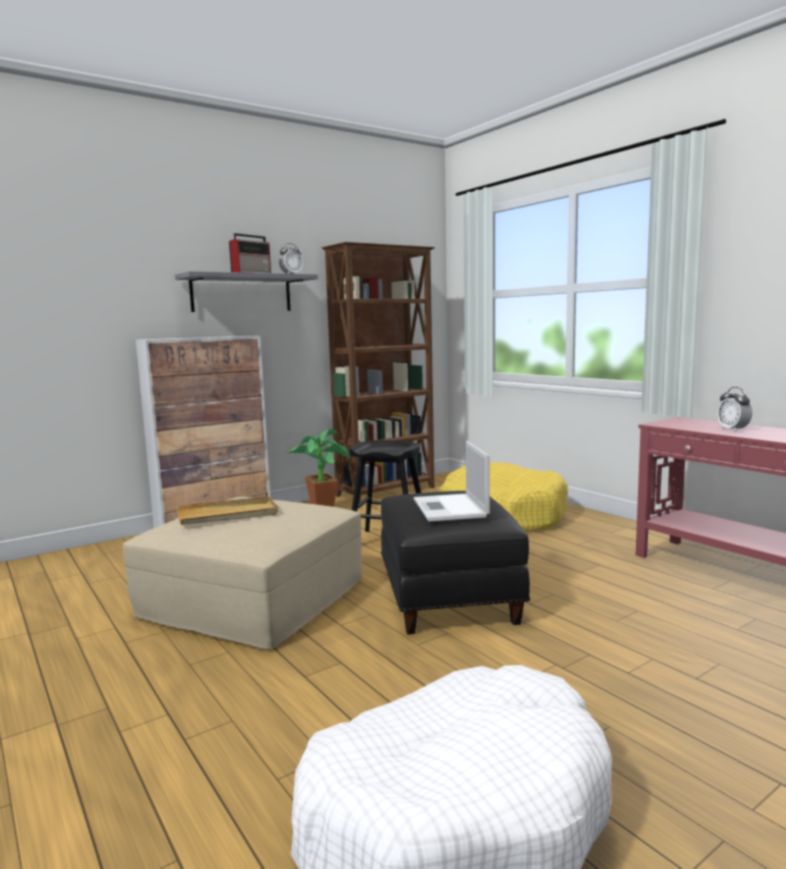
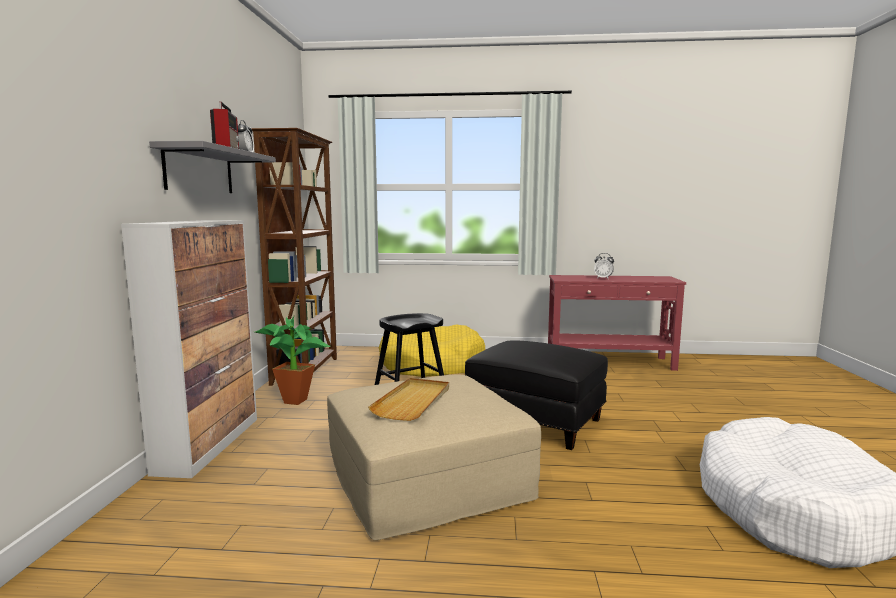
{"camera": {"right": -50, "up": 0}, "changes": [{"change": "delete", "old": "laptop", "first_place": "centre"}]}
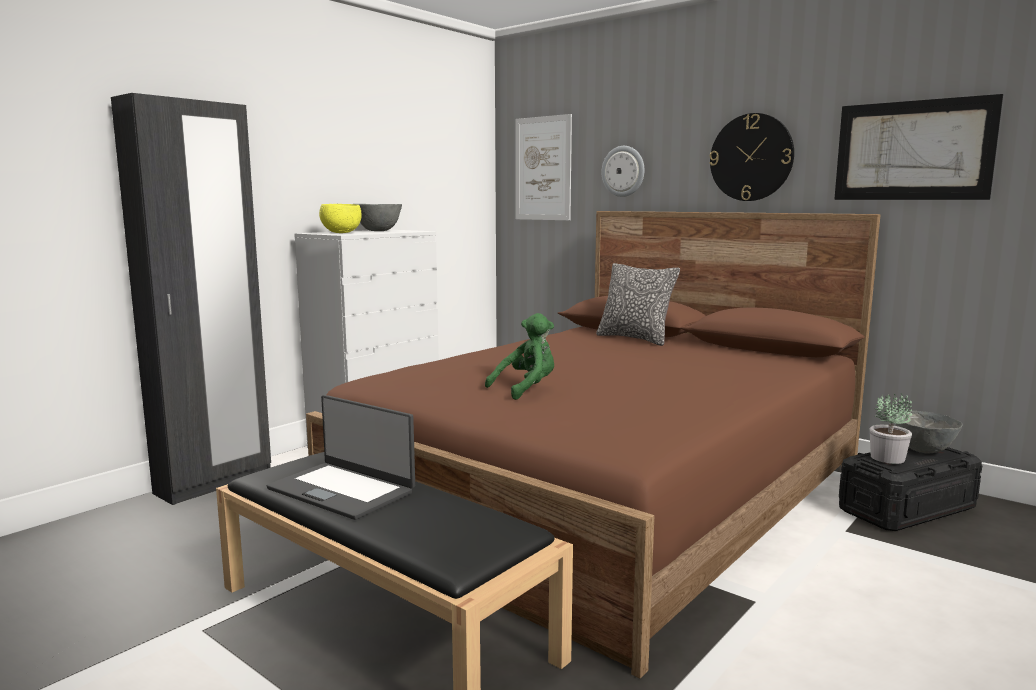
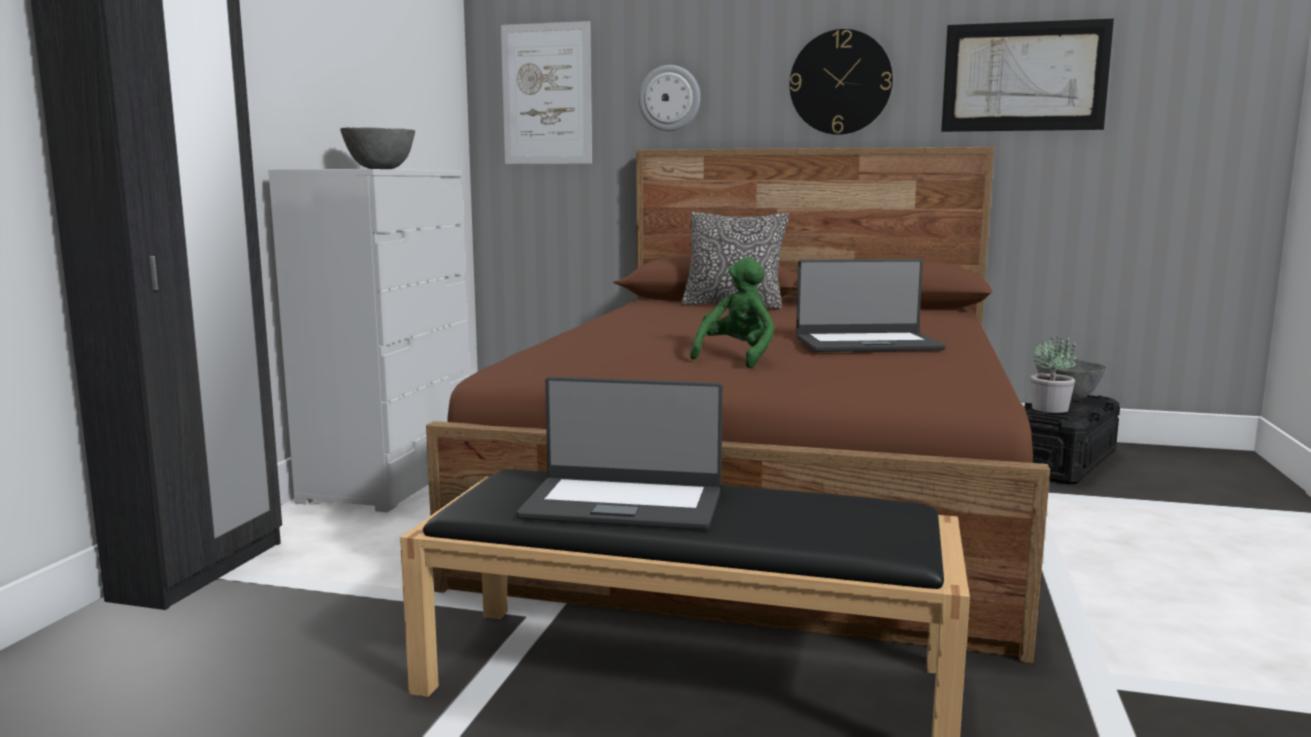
{"camera": {"right": -25, "up": 0}, "changes": [{"change": "delete", "old": "bowl in yellow", "first_place": "top left"}, {"change": "insert", "new": "laptop (2nd from left)", "second_place": "centre"}]}
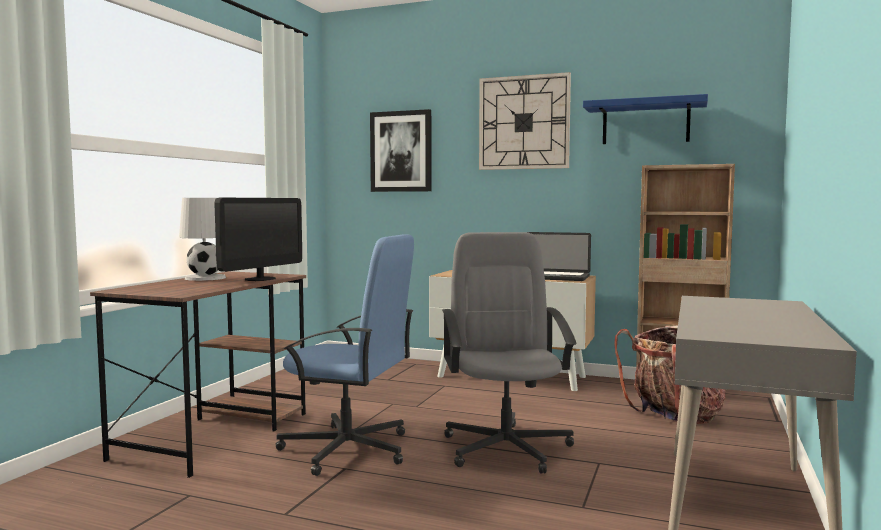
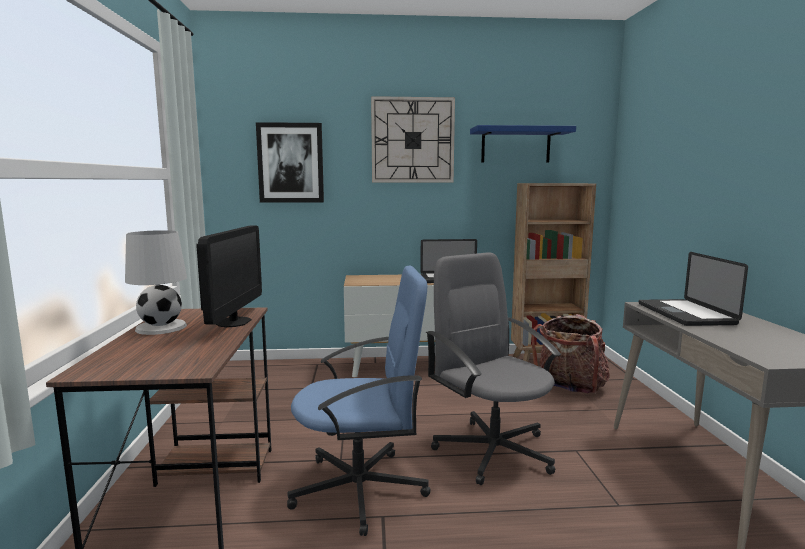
{"camera": {"right": -25, "up": 5}, "changes": [{"change": "insert", "new": "laptop (2nd from left)", "second_place": "middle right"}]}
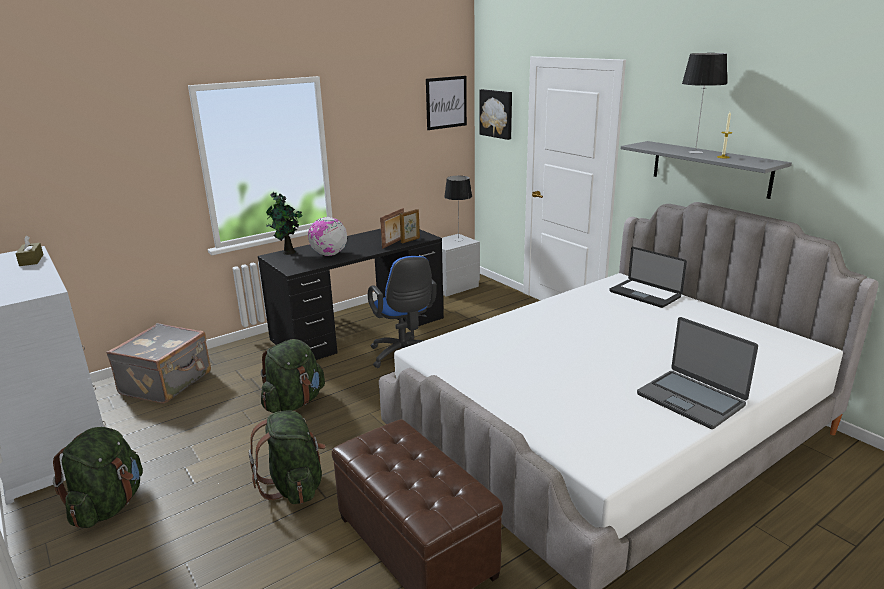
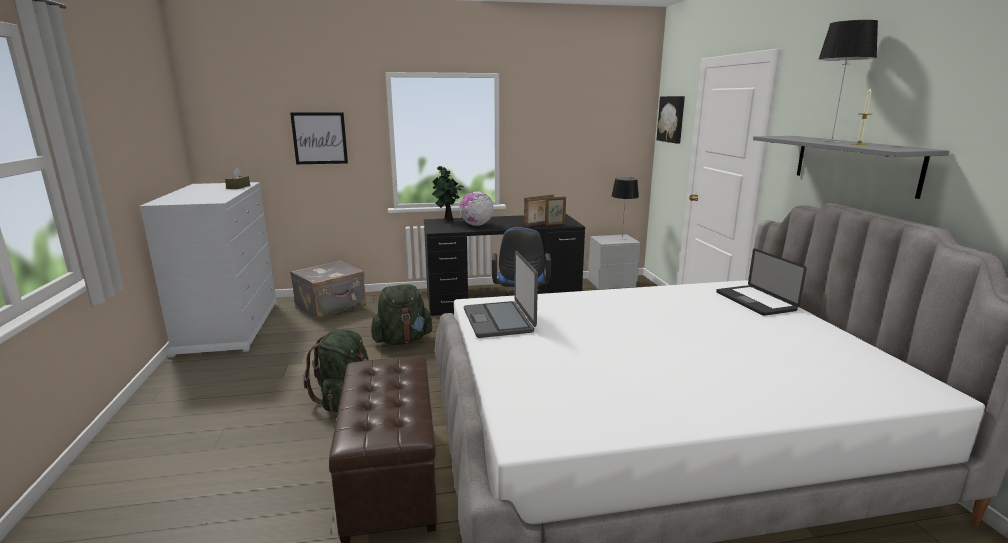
{"camera": {"right": 25, "up": -5}, "changes": [{"change": "delete", "old": "backpack in green (1st from left)", "first_place": "bottom left"}, {"change": "move", "old": "picture (1st from left)", "first_place": "top centre", "second_place": "top left"}, {"change": "move", "old": "laptop (2nd from left in the first image)", "new": "laptop (1st from left)", "first_place": "middle right", "second_place": "centre"}]}
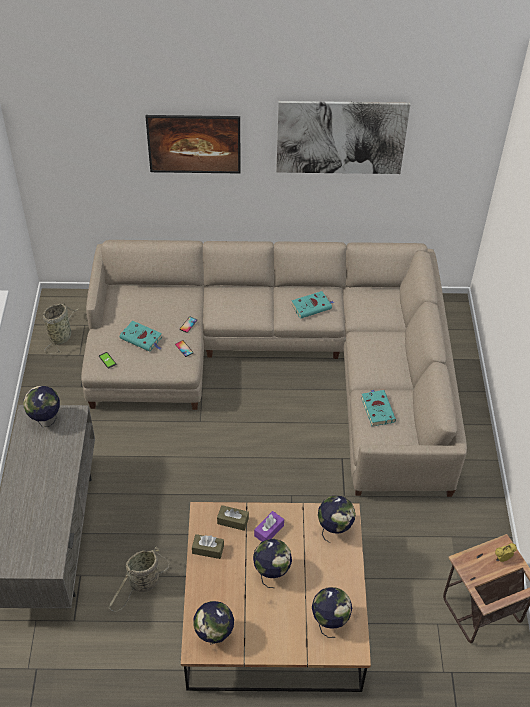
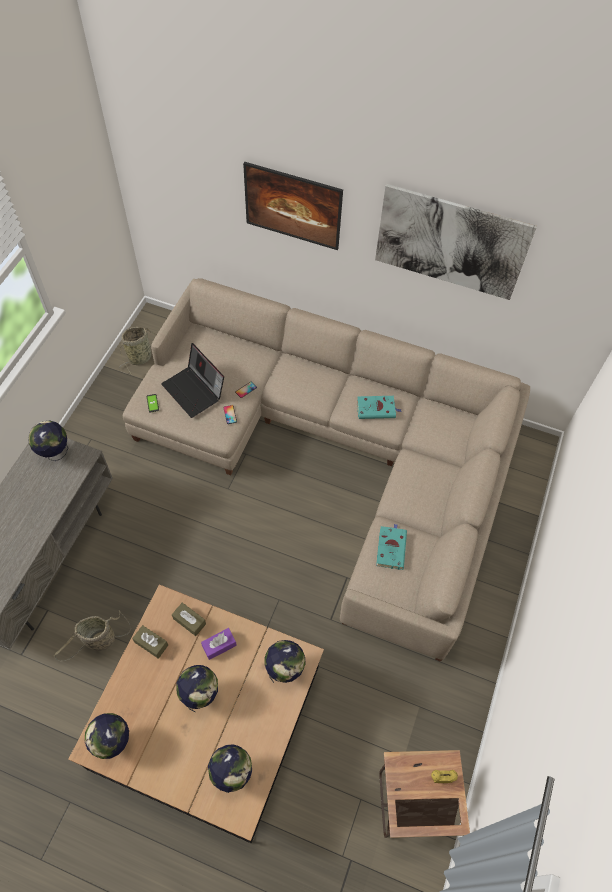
{"camera": {"right": 20, "up": 10}, "changes": [{"change": "replace", "old": "book in turquoise (1st from left)", "new": "laptop", "first_place": "middle left", "second_place": "middle left"}]}
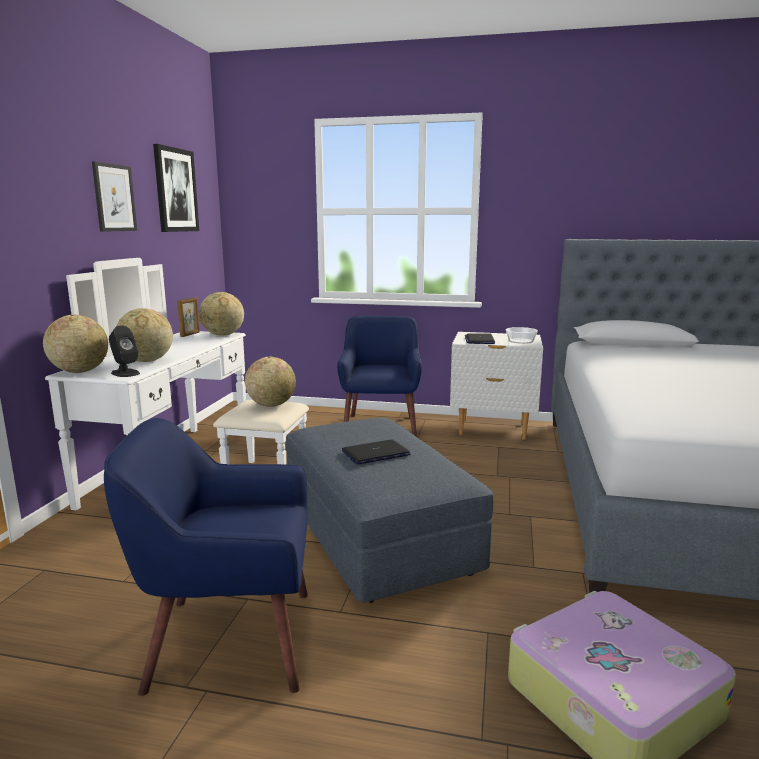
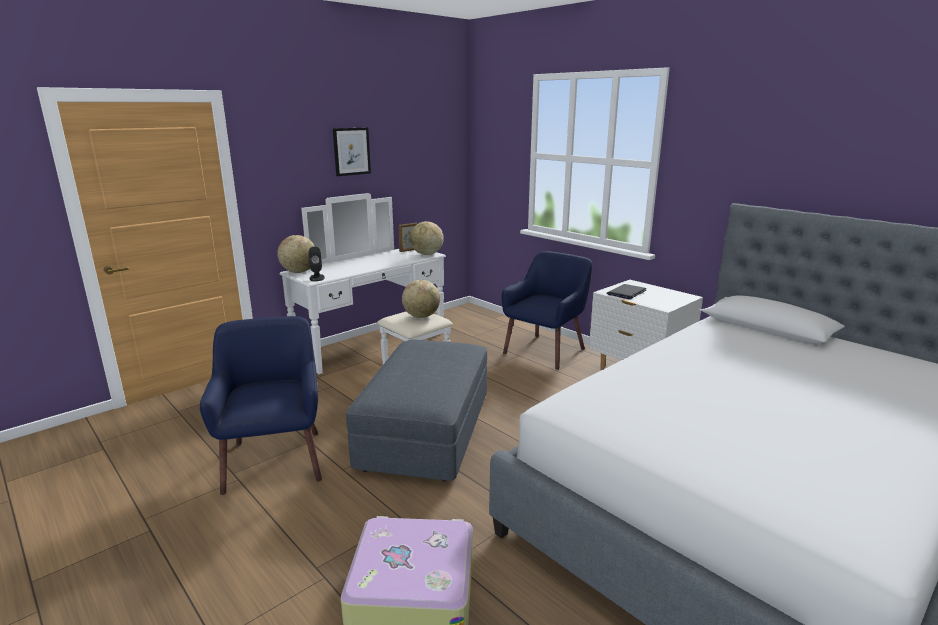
{"camera": {"right": 35, "up": 5}, "changes": [{"change": "rotate", "old": "armchair in blue (1st from left)", "first_place": "bottom left", "second_place": "middle left", "degrees": 45}, {"change": "delete", "old": "globe (2nd from left)", "first_place": "middle left"}, {"change": "delete", "old": "picture (2nd from left)", "first_place": "top left"}, {"change": "delete", "old": "laptop (1st from left)", "first_place": "centre"}, {"change": "delete", "old": "bowl", "first_place": "middle right"}]}
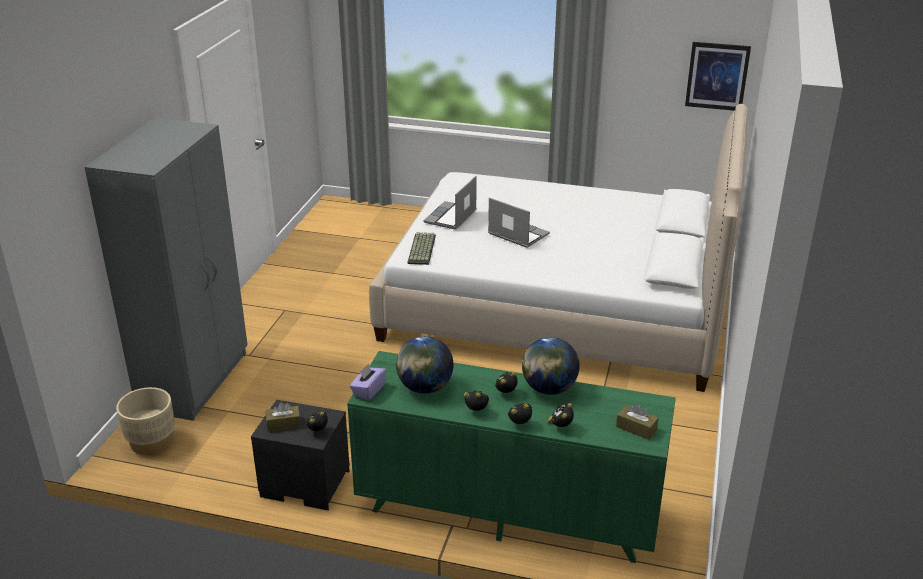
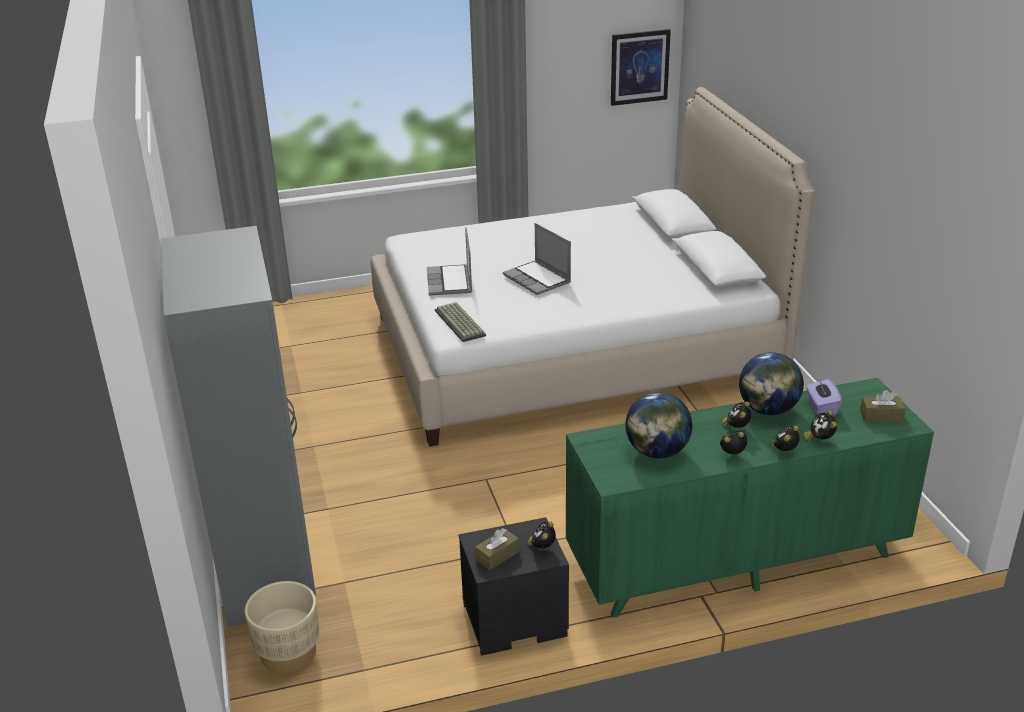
{"camera": {"right": -30, "up": 0}, "changes": [{"change": "move", "old": "tissue box in purple", "first_place": "centre", "second_place": "middle right"}, {"change": "rotate", "old": "laptop (2nd from left)", "first_place": "centre", "second_place": "centre", "degrees": -135}]}
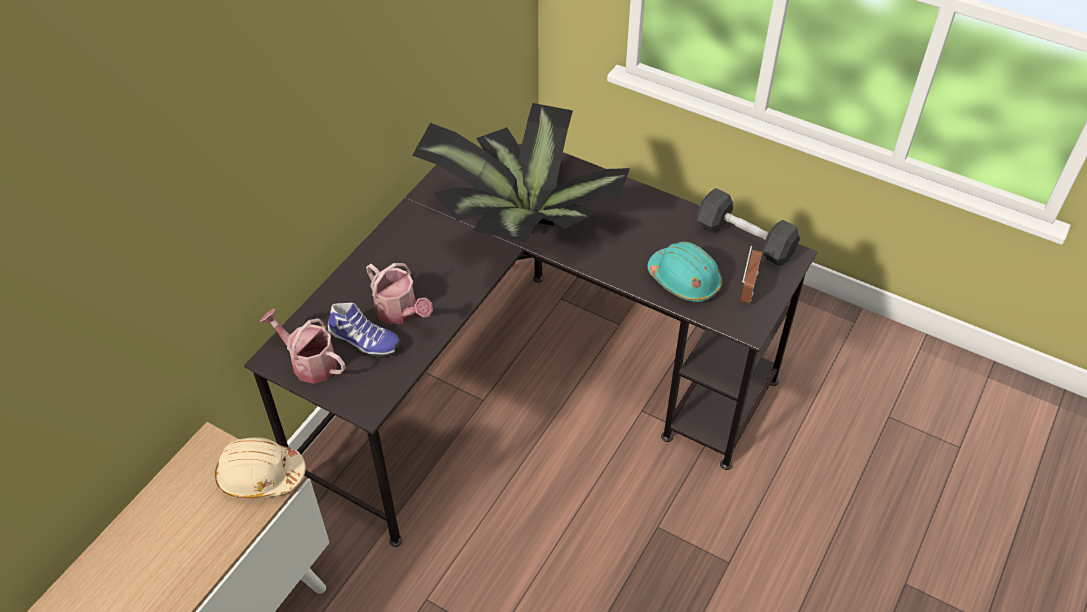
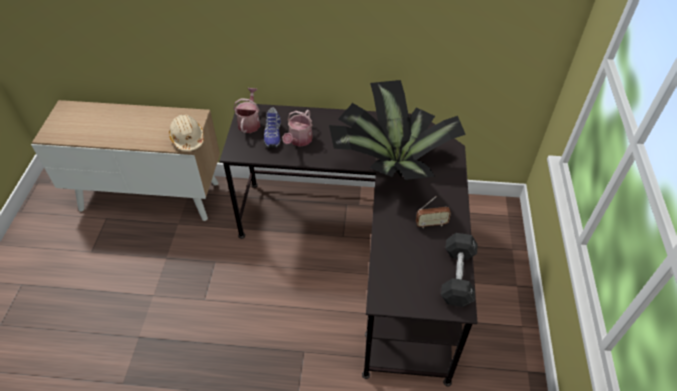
{"camera": {"right": 65, "up": 0}, "changes": [{"change": "delete", "old": "hard hat in turquoise", "first_place": "centre"}, {"change": "move", "old": "radio", "first_place": "middle right", "second_place": "centre"}]}
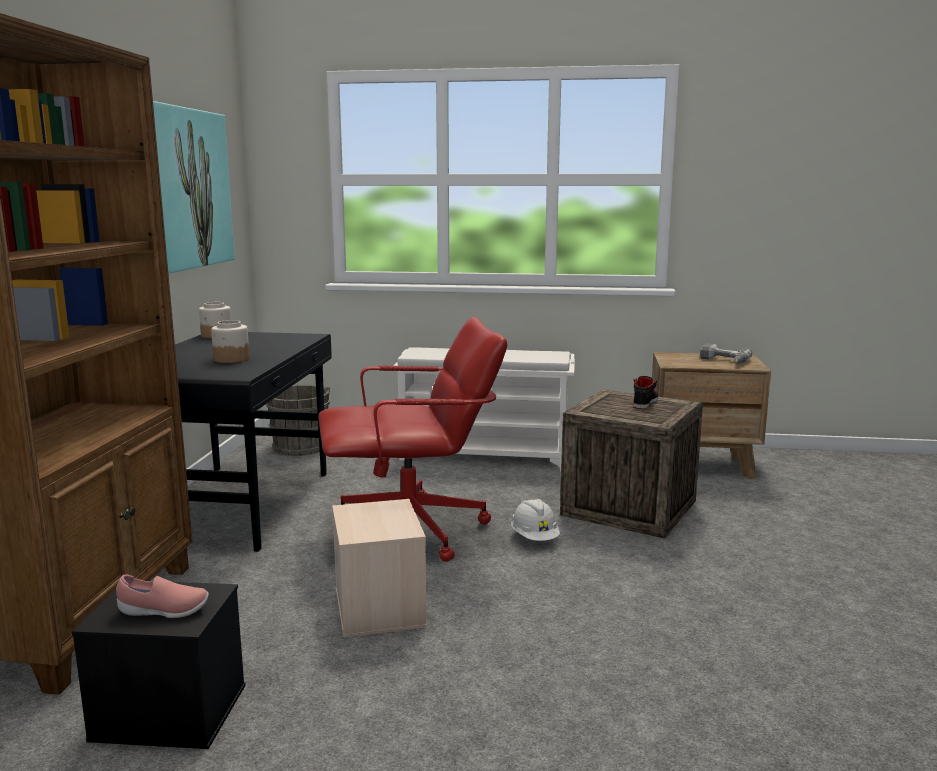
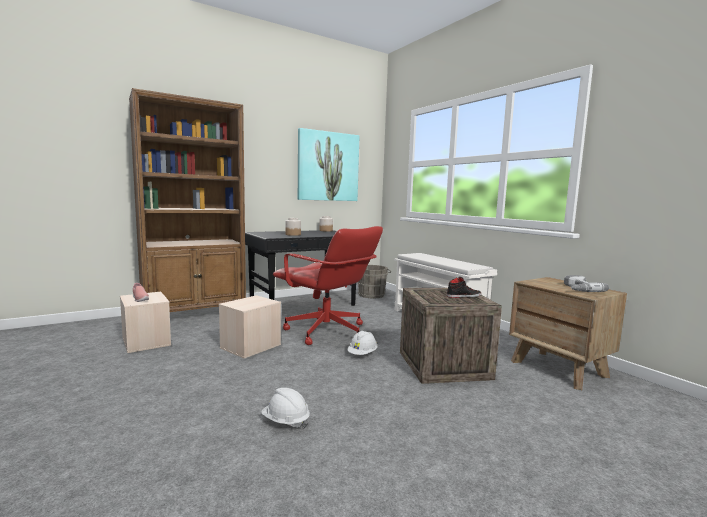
{"camera": {"right": 50, "up": -5}, "changes": [{"change": "recolor", "old": "storage box in black", "new": "storage box in beige (1st from left)", "first_place": "bottom left", "second_place": "middle left"}, {"change": "insert", "new": "hard hat in white (1st from left)", "second_place": "bottom centre"}]}
